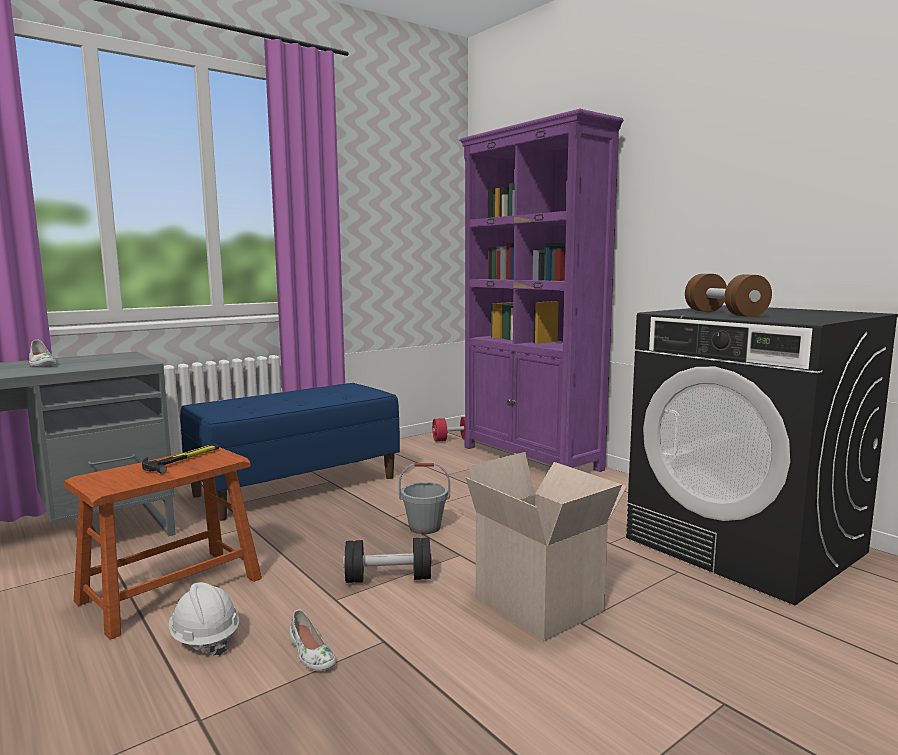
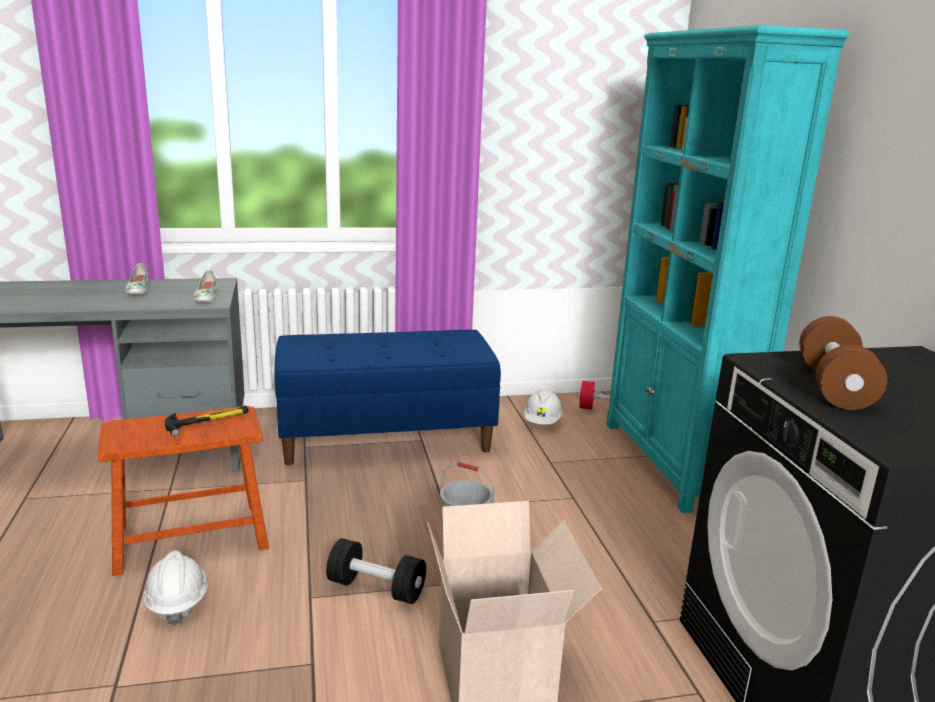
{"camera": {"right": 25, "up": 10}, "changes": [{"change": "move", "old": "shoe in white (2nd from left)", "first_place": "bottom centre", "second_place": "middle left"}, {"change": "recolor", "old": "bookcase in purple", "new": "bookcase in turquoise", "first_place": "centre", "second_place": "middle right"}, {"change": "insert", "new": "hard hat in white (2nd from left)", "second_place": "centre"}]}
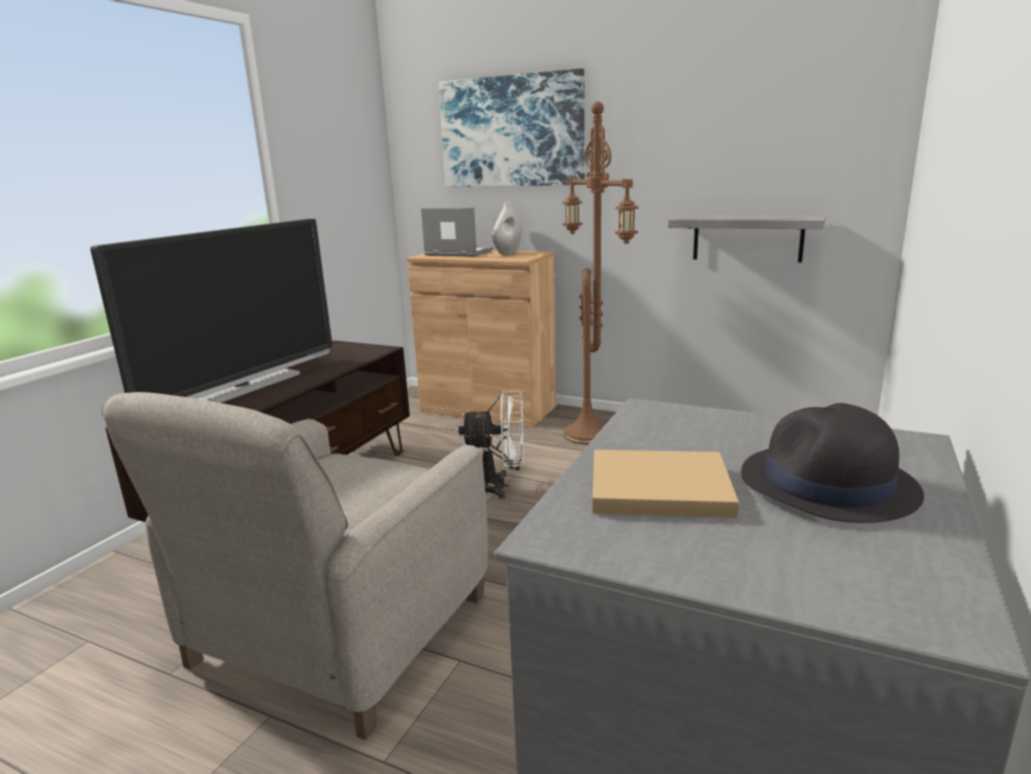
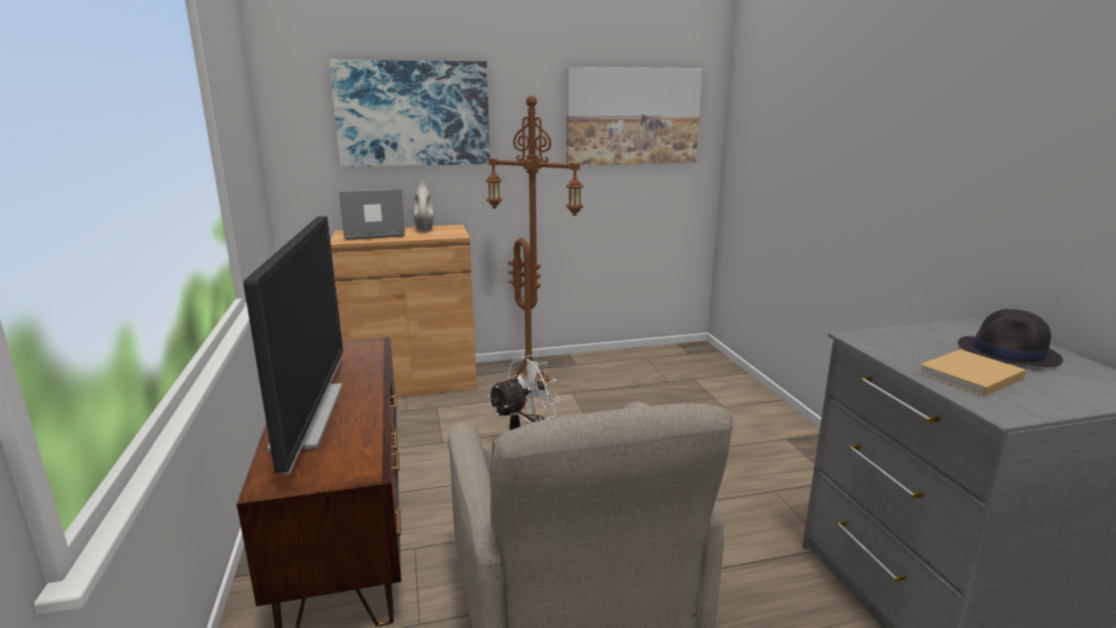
{"camera": {"right": -40, "up": 0}, "changes": [{"change": "delete", "old": "shelf in grey", "first_place": "top right"}, {"change": "insert", "new": "picture (2nd from left)", "second_place": "top centre"}]}
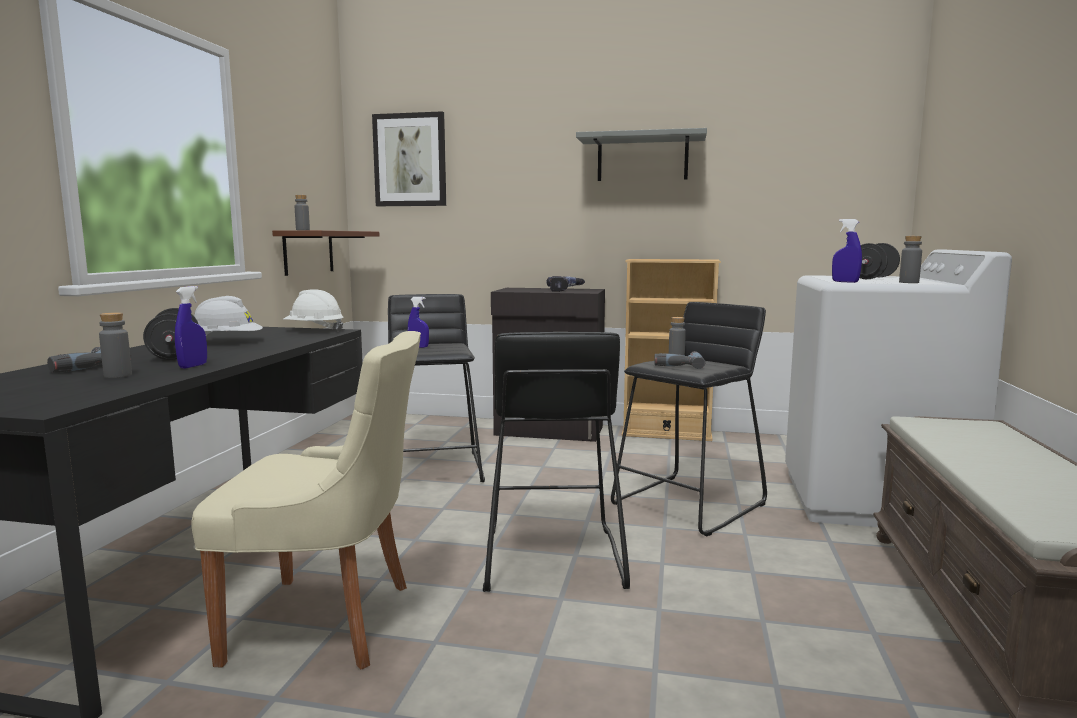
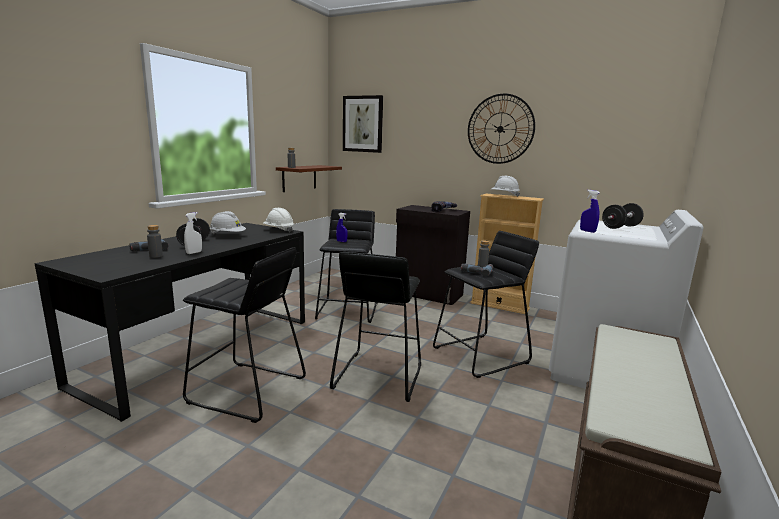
{"camera": {"right": 15, "up": 5}, "changes": [{"change": "recolor", "old": "spray bottle in blue (1st from left)", "new": "spray bottle in white", "first_place": "middle left", "second_place": "middle left"}, {"change": "replace", "old": "chair in beige", "new": "stool in black (1st from left)", "first_place": "bottom left", "second_place": "middle left"}, {"change": "replace", "old": "shelf in grey", "new": "wall clock", "first_place": "top centre", "second_place": "top centre"}, {"change": "delete", "old": "bottle in grey (4th from left)", "first_place": "middle right"}, {"change": "insert", "new": "hard hat in white (3rd from left)", "second_place": "centre"}]}
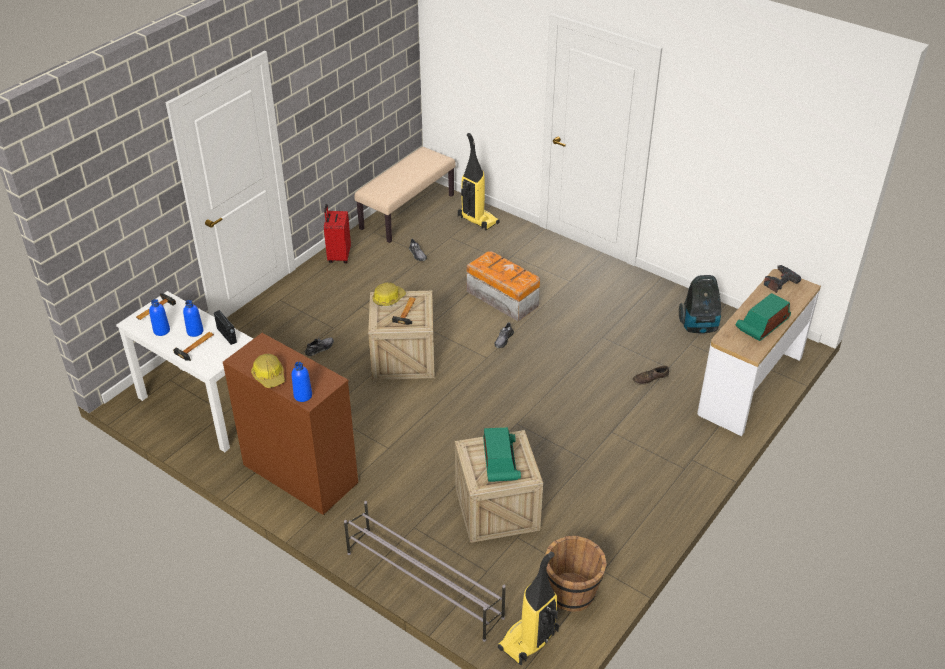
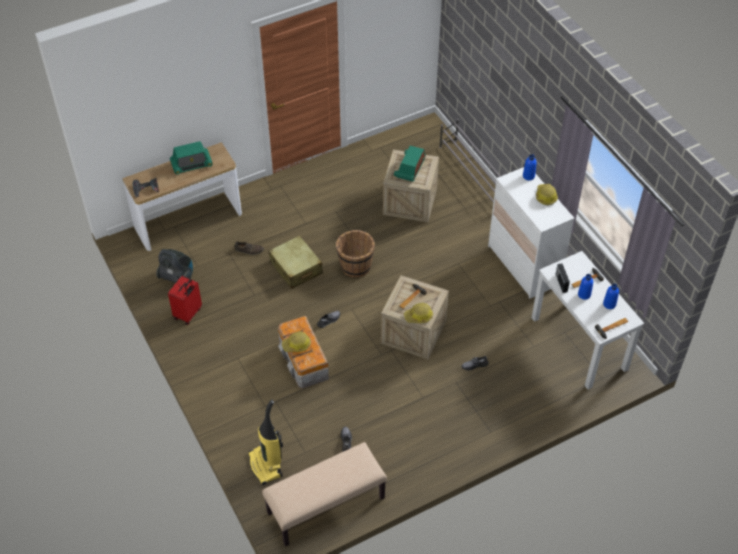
{"camera": {"right": -155, "up": 10}, "changes": [{"change": "recolor", "old": "dresser in brown", "new": "dresser in white", "first_place": "middle left", "second_place": "middle right"}, {"change": "move", "old": "suitcase in red", "first_place": "centre", "second_place": "middle left"}, {"change": "delete", "old": "vacuum cleaner (2nd from left)", "first_place": "bottom centre"}, {"change": "move", "old": "bucket in brown", "first_place": "bottom centre", "second_place": "centre"}, {"change": "insert", "new": "suitcase in beige", "second_place": "centre"}, {"change": "insert", "new": "hard hat (1st from left)", "second_place": "centre"}]}
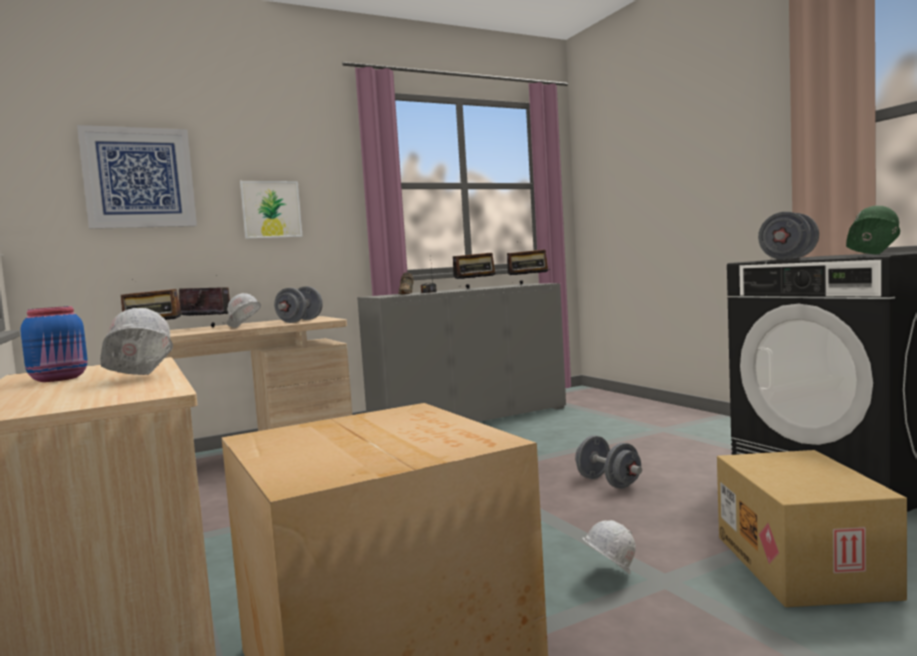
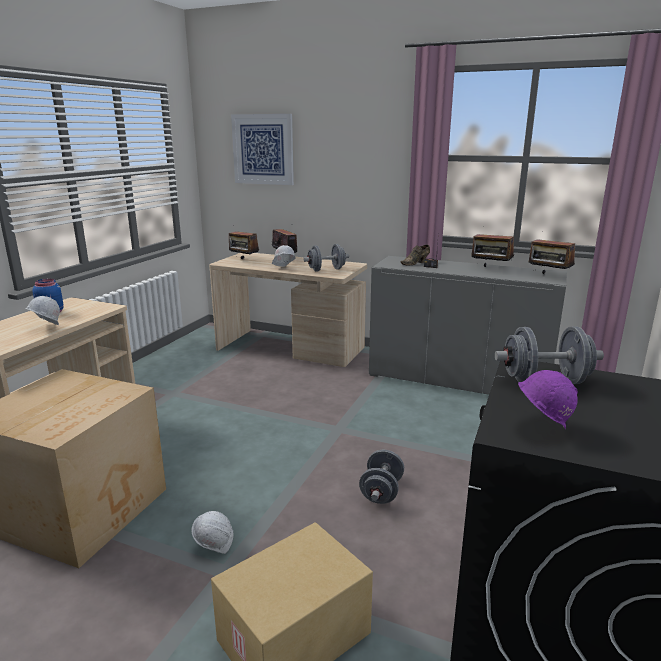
{"camera": {"right": 50, "up": 15}, "changes": [{"change": "delete", "old": "picture (2nd from left)", "first_place": "top left"}, {"change": "recolor", "old": "hard hat in green", "new": "hard hat in purple", "first_place": "middle right", "second_place": "middle right"}]}
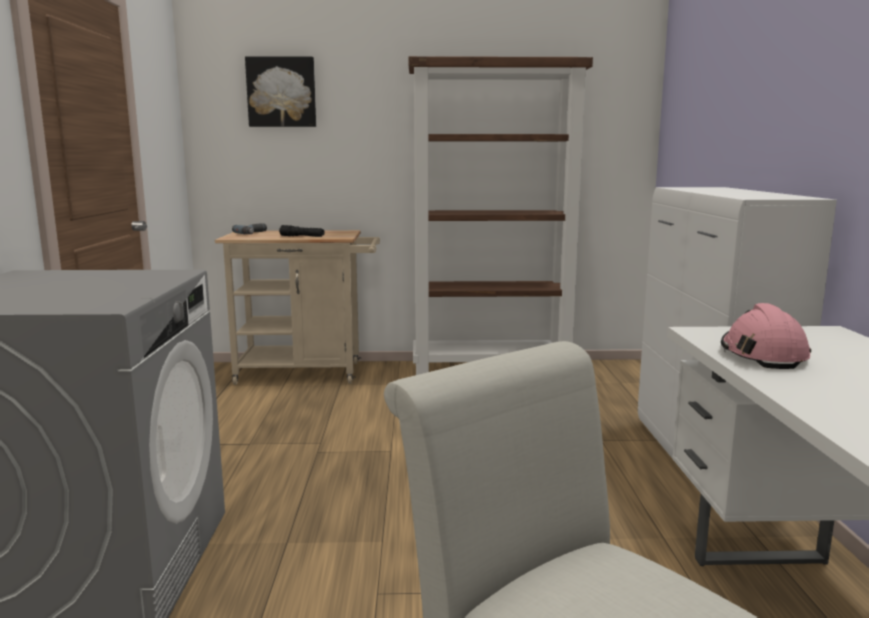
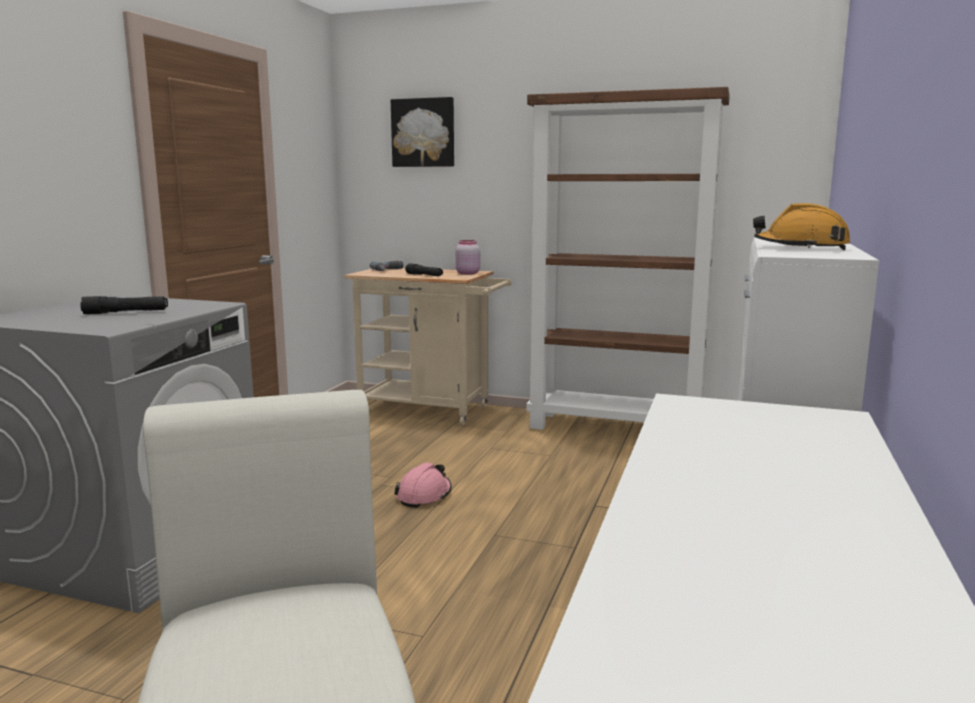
{"camera": {"right": 20, "up": 0}, "changes": [{"change": "move", "old": "hard hat in pink", "first_place": "middle right", "second_place": "bottom centre"}, {"change": "insert", "new": "flashlight in black (1st from left)", "second_place": "middle left"}, {"change": "insert", "new": "jar in pink", "second_place": "centre"}, {"change": "insert", "new": "hard hat in orange", "second_place": "top right"}]}
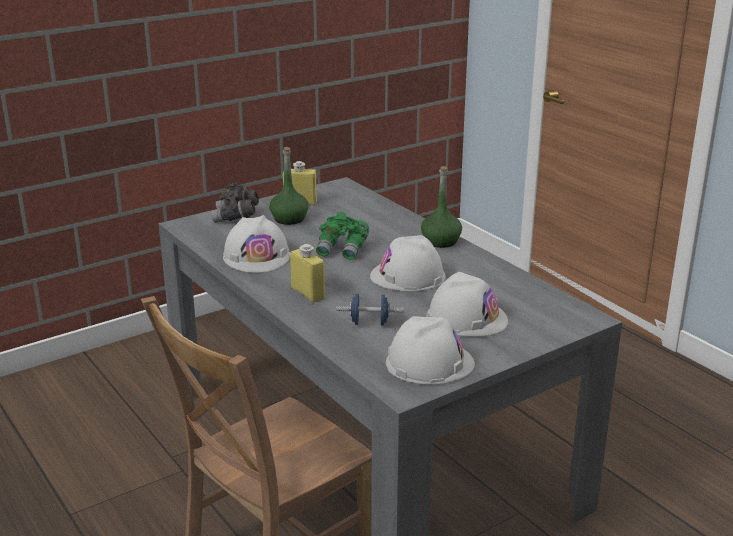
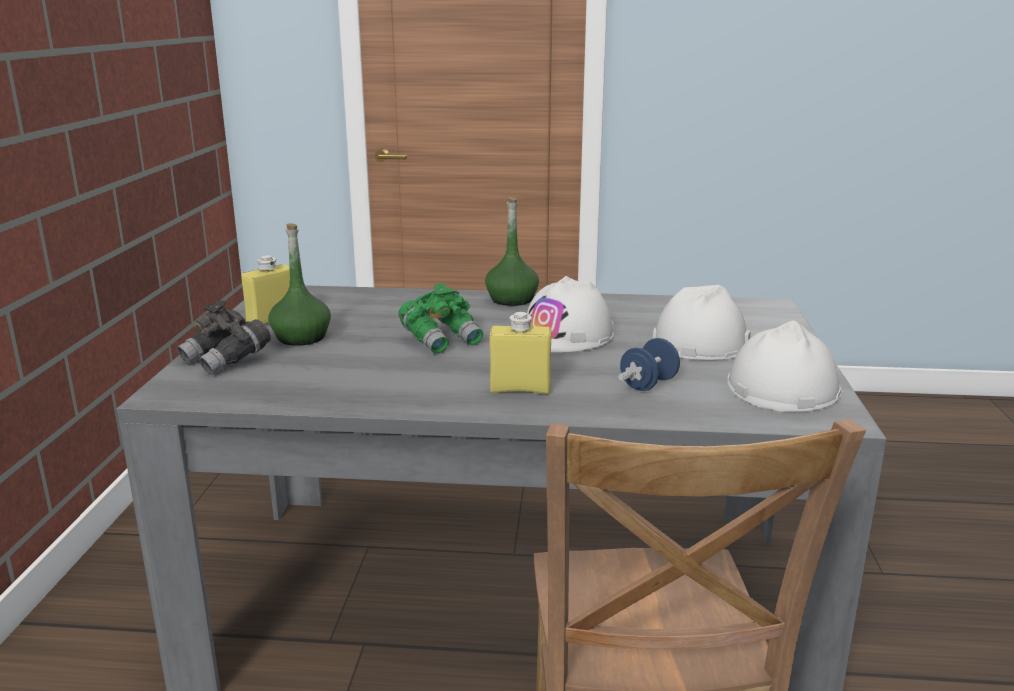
{"camera": {"right": -50, "up": -5}, "changes": [{"change": "delete", "old": "hard hat in white (1st from left)", "first_place": "centre"}]}
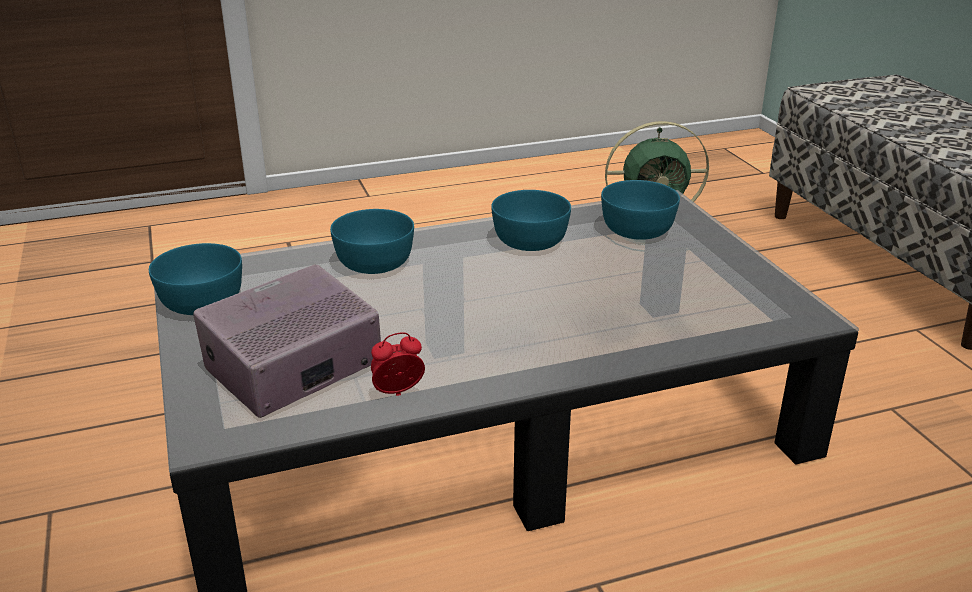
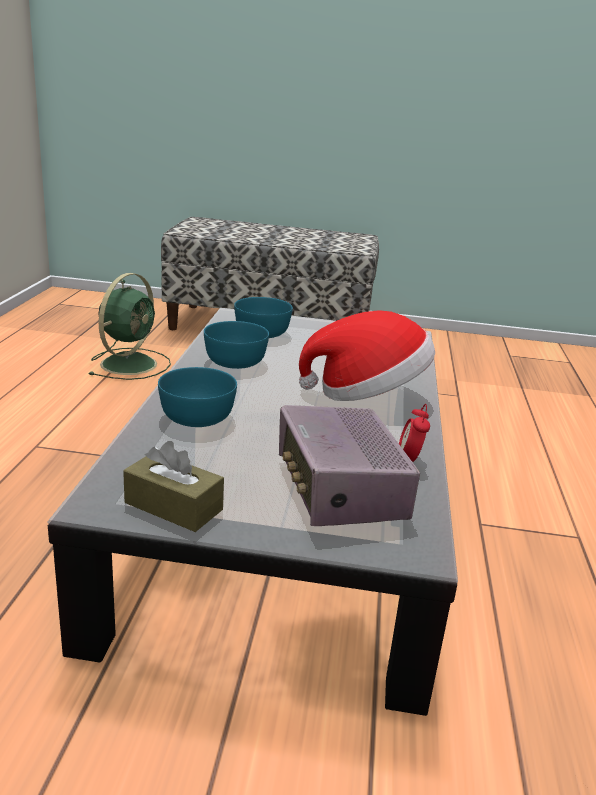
{"camera": {"right": -65, "up": -5}, "changes": [{"change": "replace", "old": "bowl in turquoise (1st from left)", "new": "tissue box in brown", "first_place": "middle left", "second_place": "middle left"}, {"change": "insert", "new": "hat", "second_place": "centre"}]}
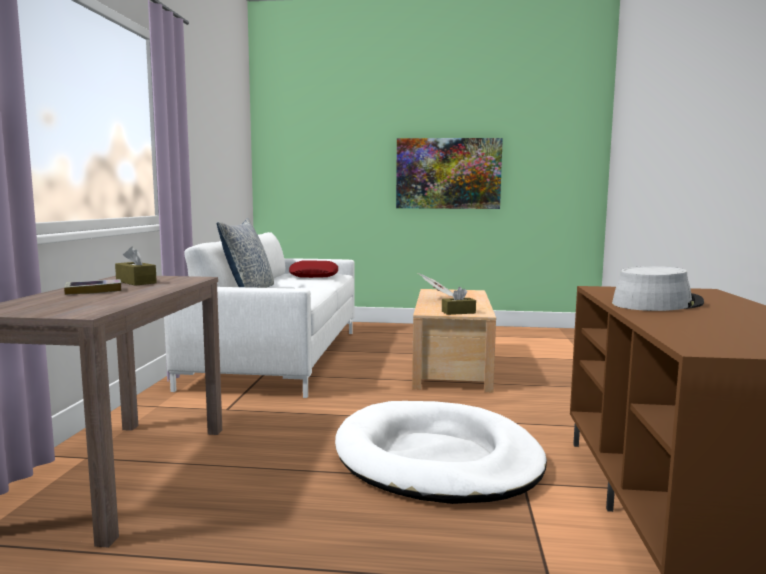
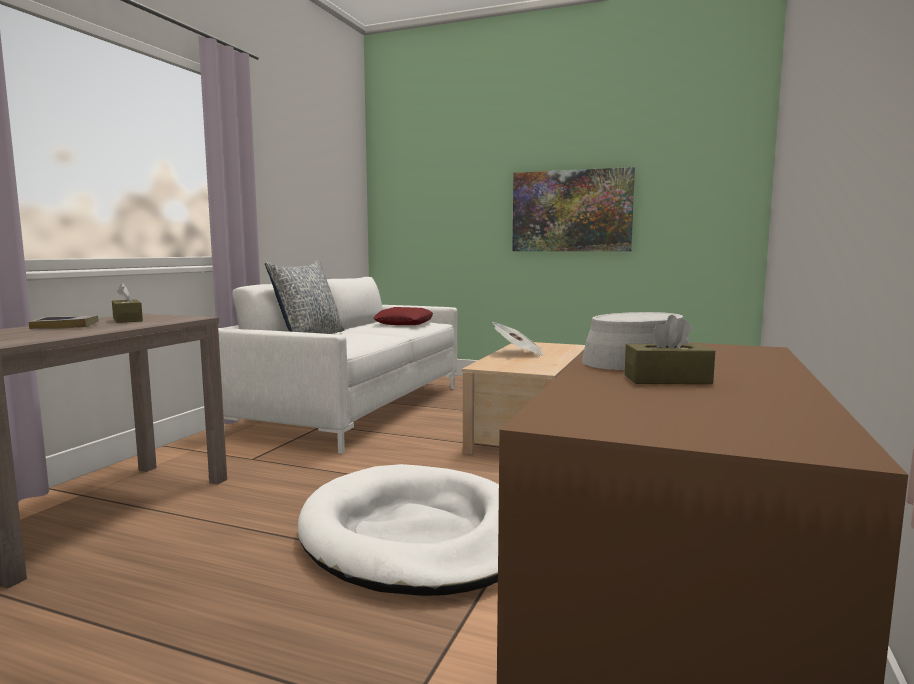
{"camera": {"right": 15, "up": 0}, "changes": [{"change": "move", "old": "tissue box in brown (2nd from left)", "first_place": "centre", "second_place": "middle right"}]}
